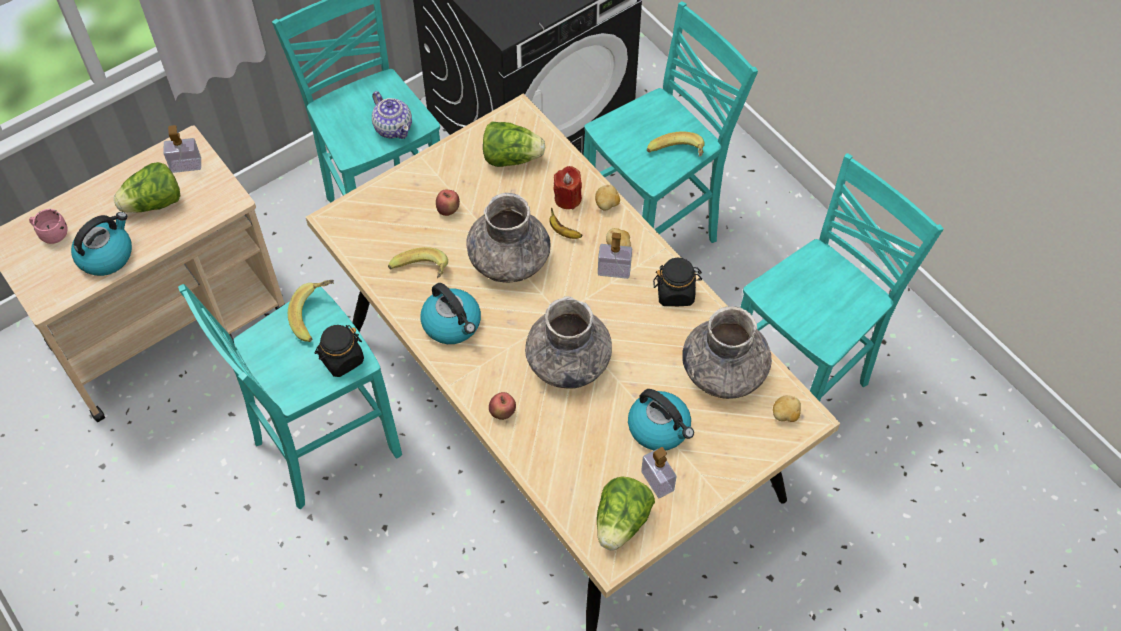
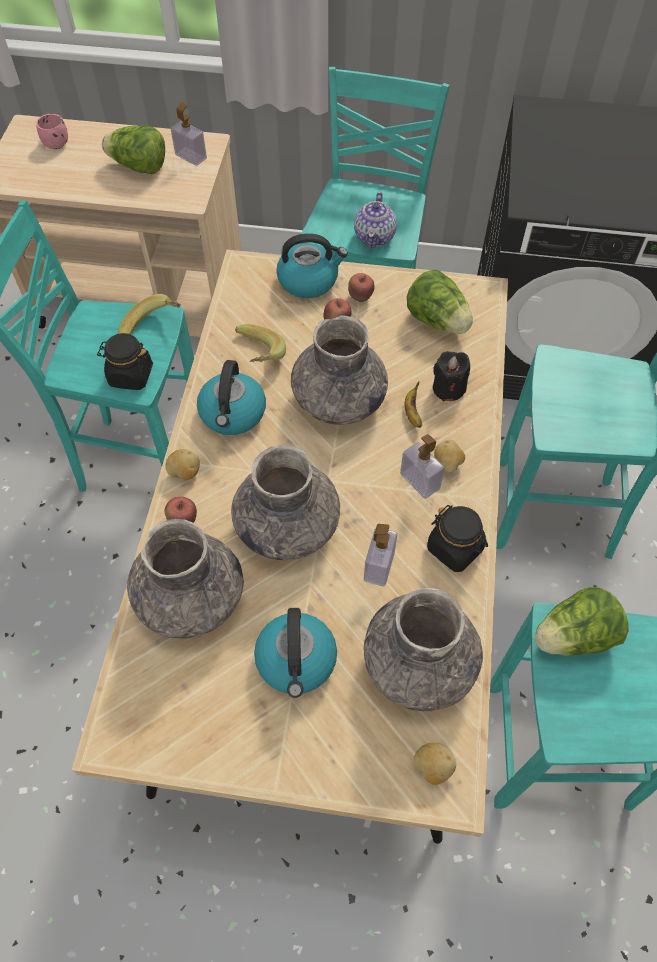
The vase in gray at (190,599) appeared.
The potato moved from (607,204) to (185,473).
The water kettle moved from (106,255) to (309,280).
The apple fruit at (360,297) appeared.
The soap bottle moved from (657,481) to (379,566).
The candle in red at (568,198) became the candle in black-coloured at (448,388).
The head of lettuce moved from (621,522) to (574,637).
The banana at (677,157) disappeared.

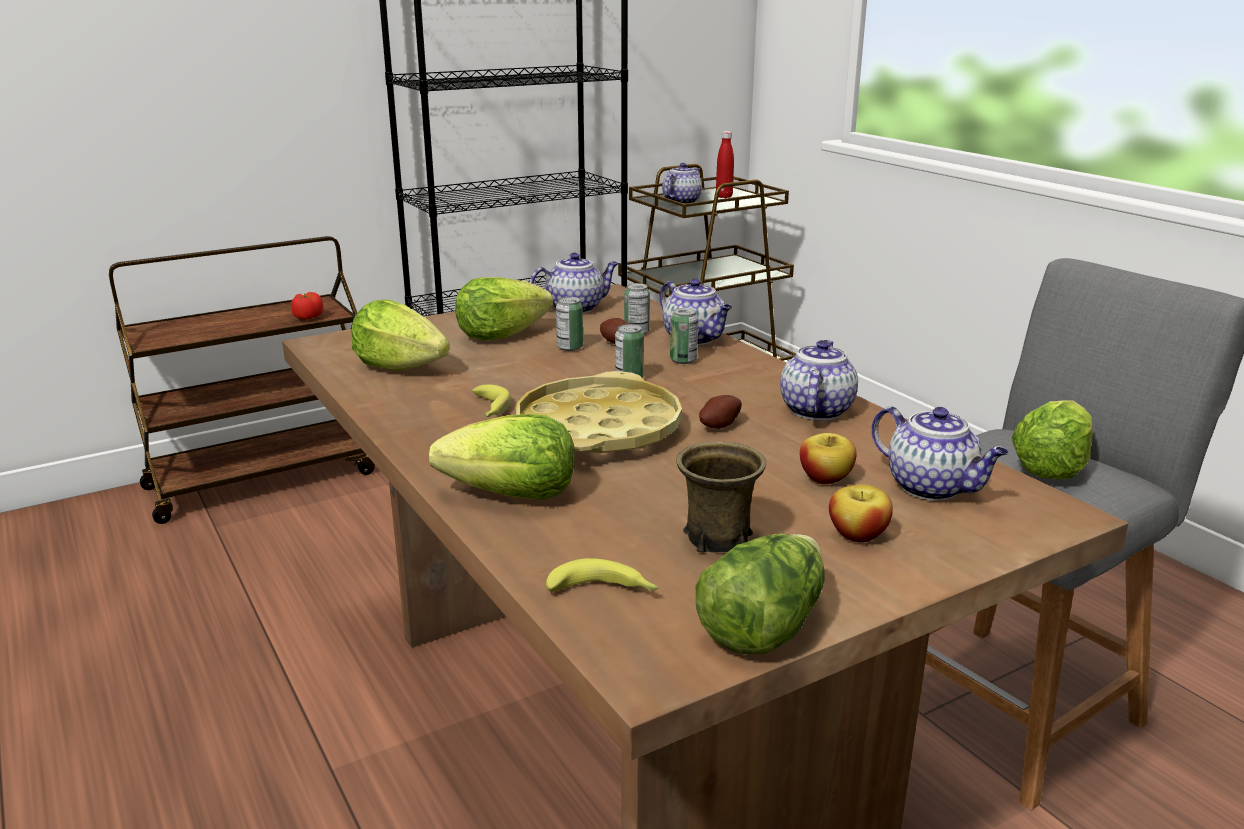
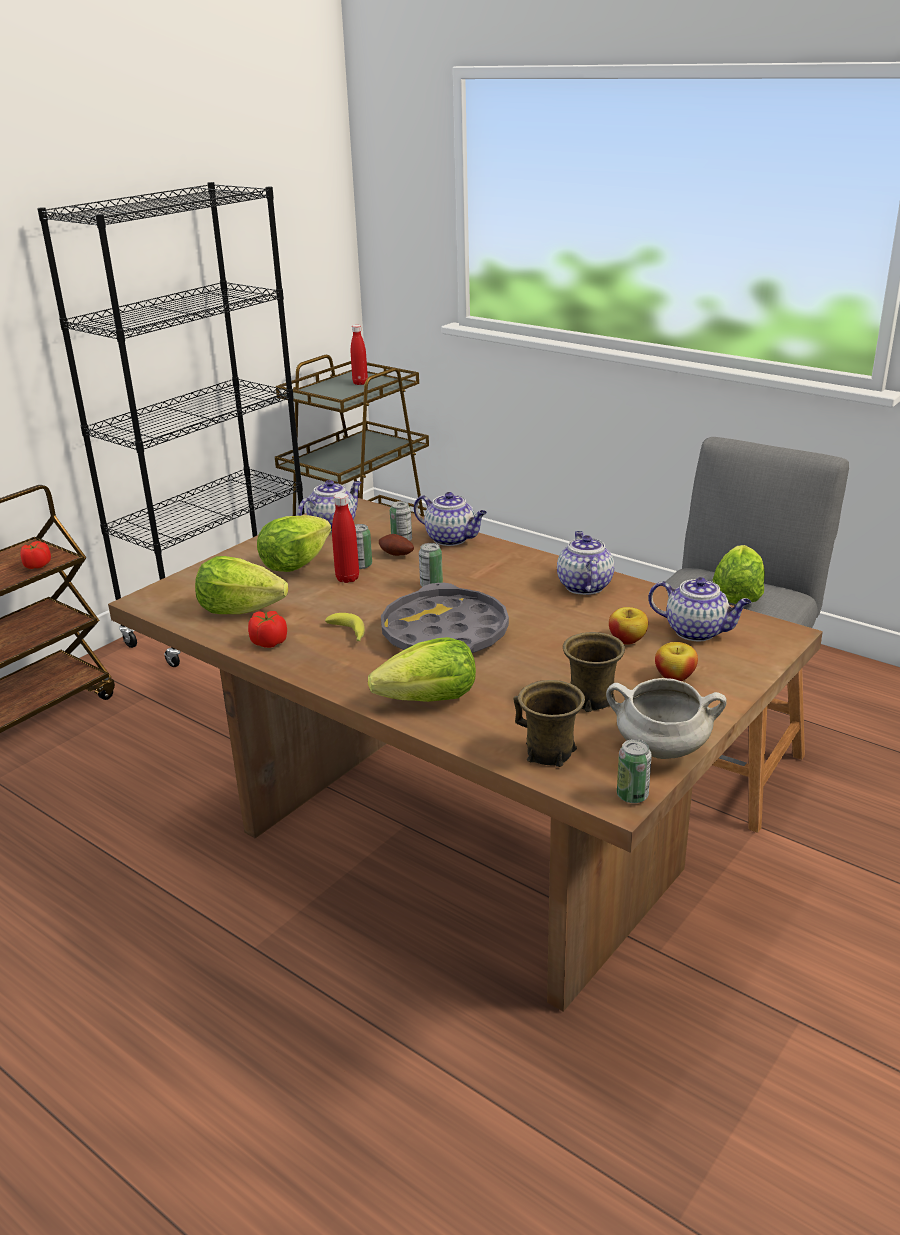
The tomato at (269,642) appeared.
The bottle in red at (347,578) appeared.
The serving tray in yellowish at (598,429) became the serving tray in gray at (444,634).
The banana at (604,591) was replaced by the coffee mug in brownish at (549,753).
The head of lettuce at (763,624) was replaced by the saucepot in white at (660,750).
The metal can moved from (683,360) to (632,796).
The teapot at (681,202) disappeared.
The potato at (718,425) disappeared.

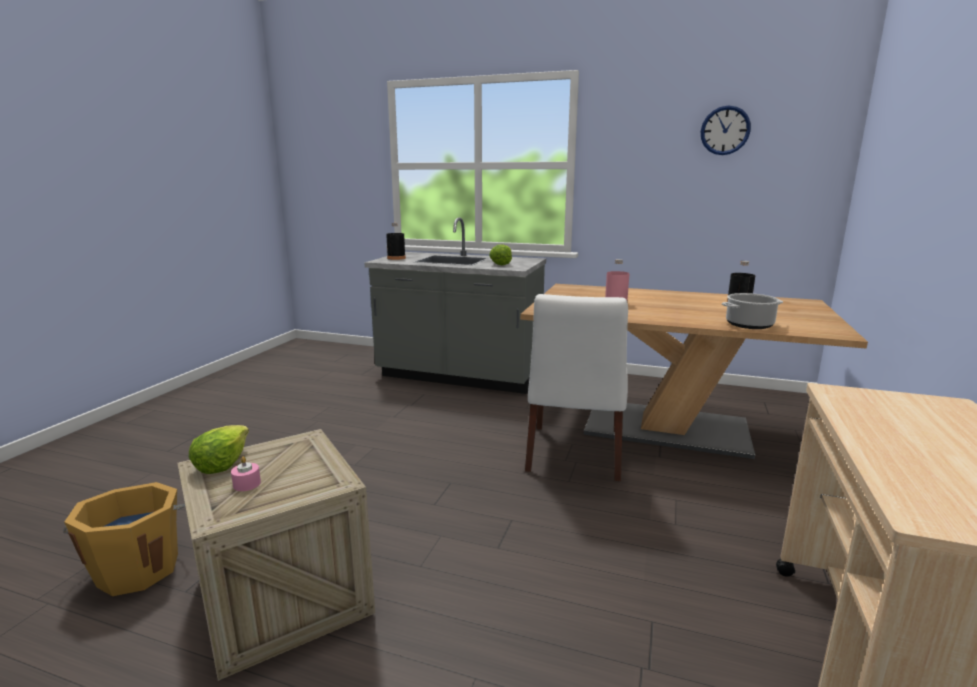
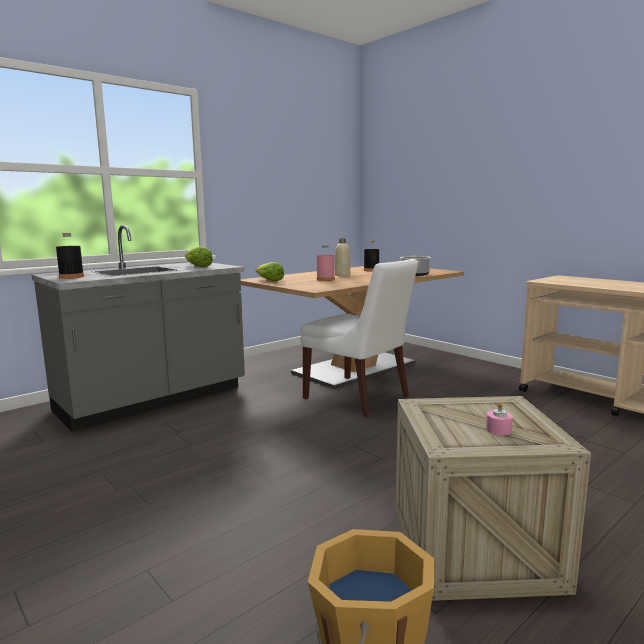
The head of lettuce moved from (222,463) to (269,280).
The bottle in sand-coloured at (342,275) appeared.
The wall clock at (725,130) disappeared.

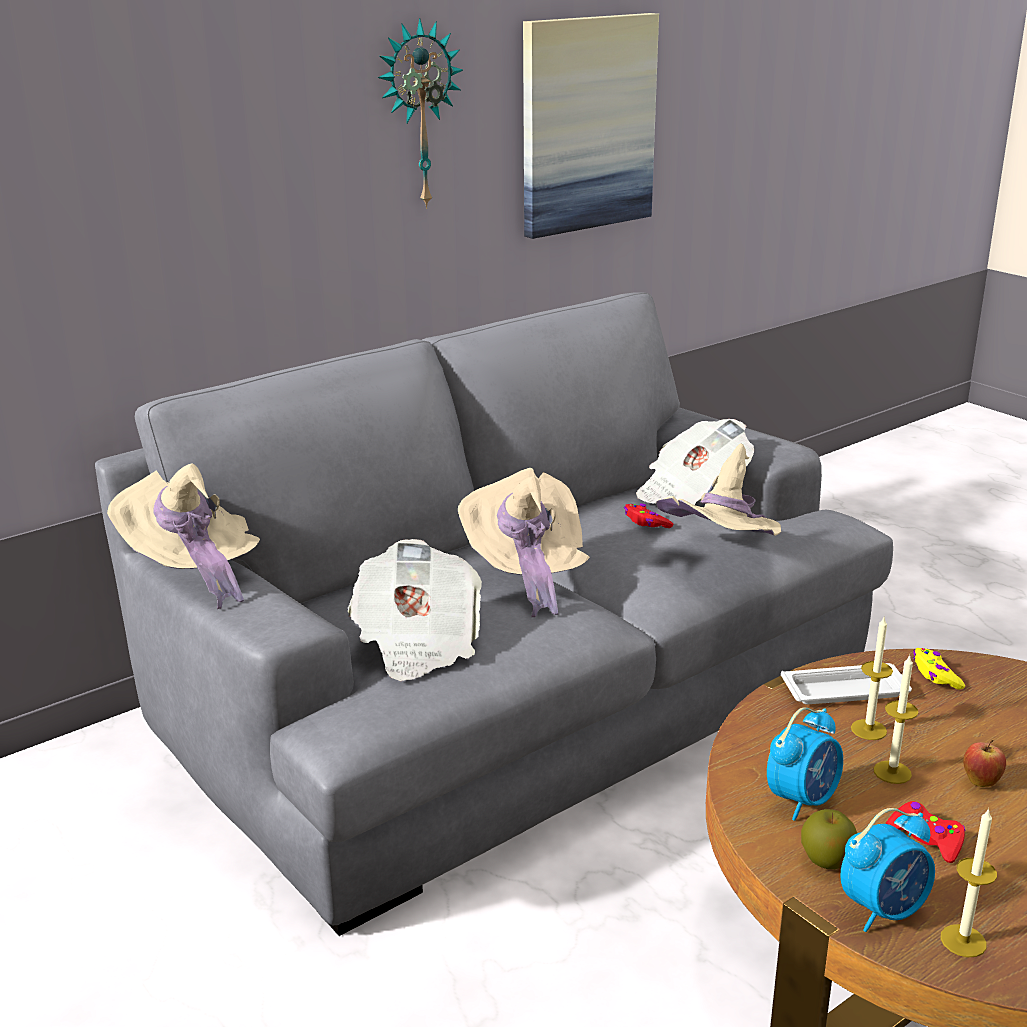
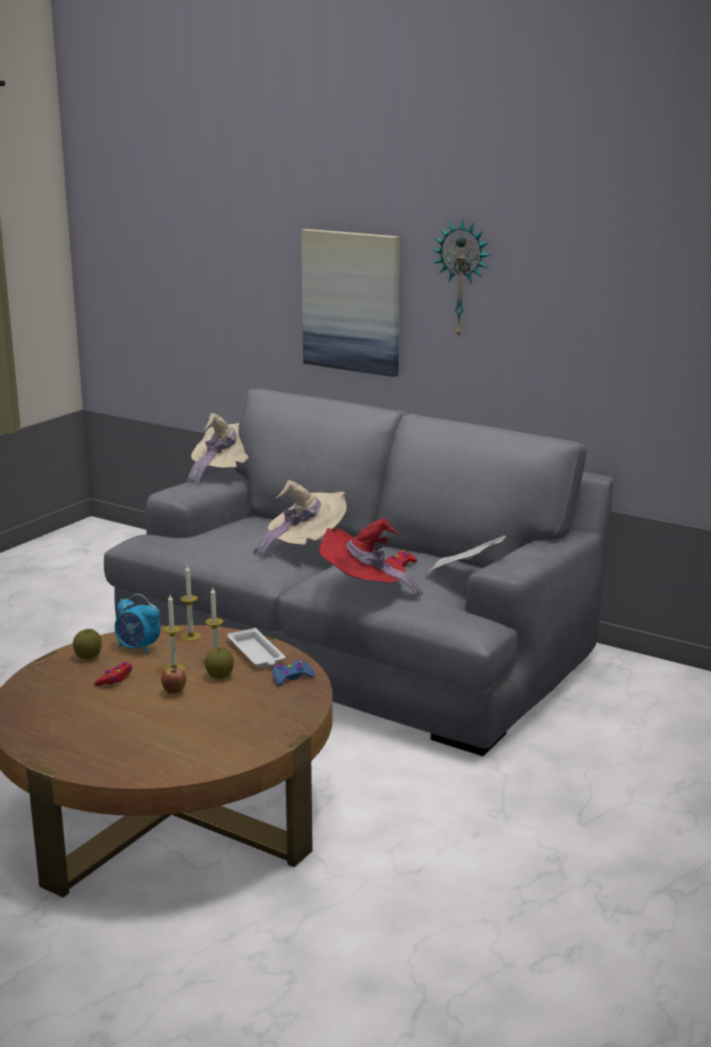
The candle moved from (963,941) to (191,636).
The apple fruit at (220,676) appeared.
The game controller in yellowish at (935,675) became the game controller in blue-coloured at (291,678).
The picture moved from (587,124) to (352,301).
The hat in sand-coloured at (722,559) became the hat in red at (365,590).
The daily paper at (417,642) disappeared.
The alarm clock at (884,909) disappeared.

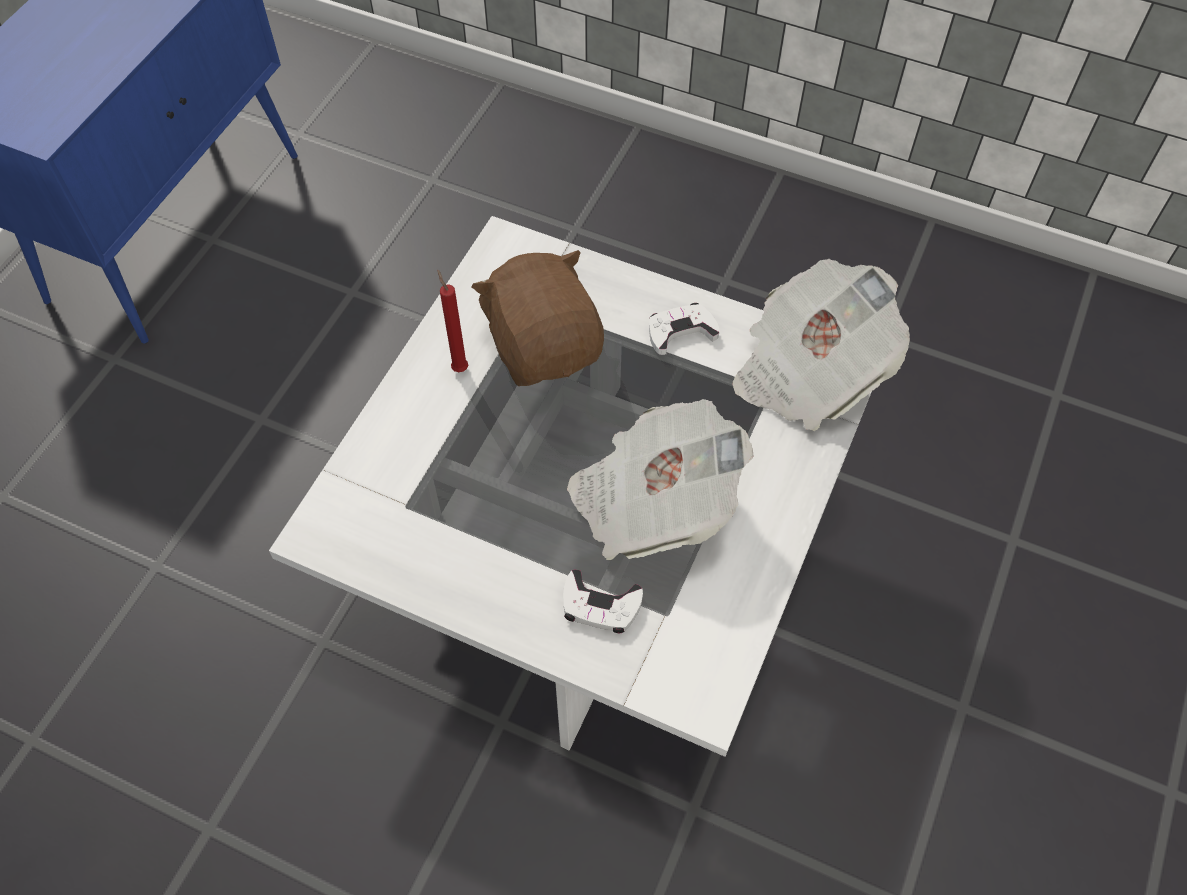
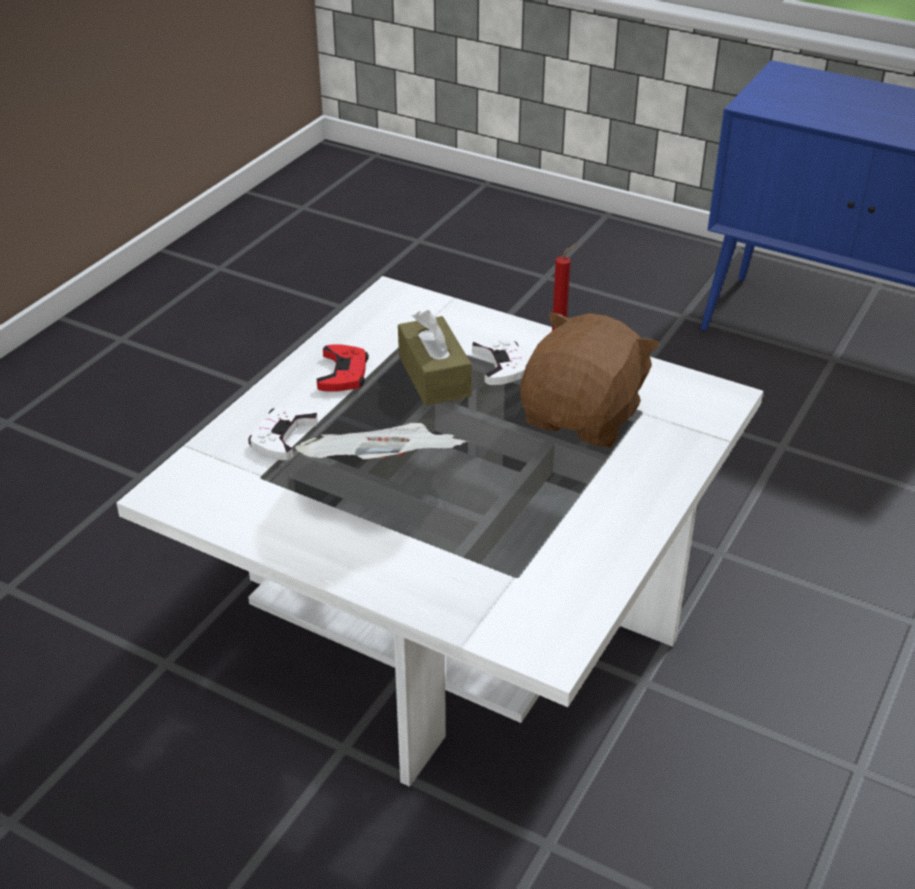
The game controller in red at (343,373) appeared.
The tissue box in brownish at (434,376) appeared.
The game controller in white moved from (681,331) to (500,366).
The plush toy in brownish at (544,346) turned 45 degrees counterclockwise.
The daily paper at (809,370) disappeared.

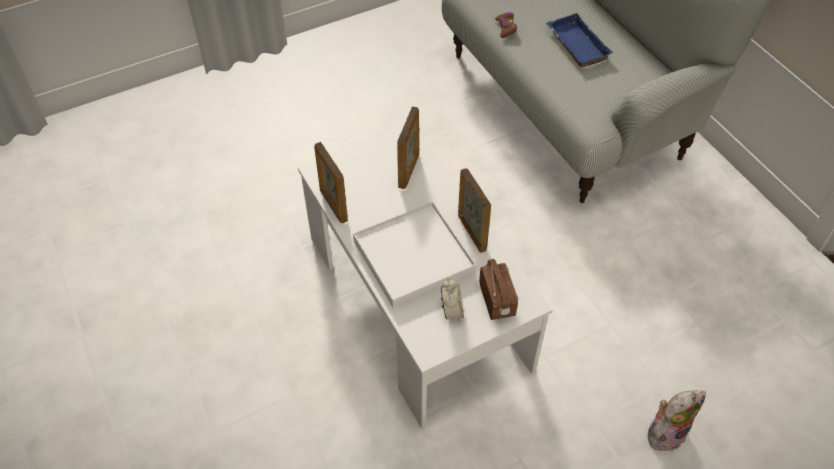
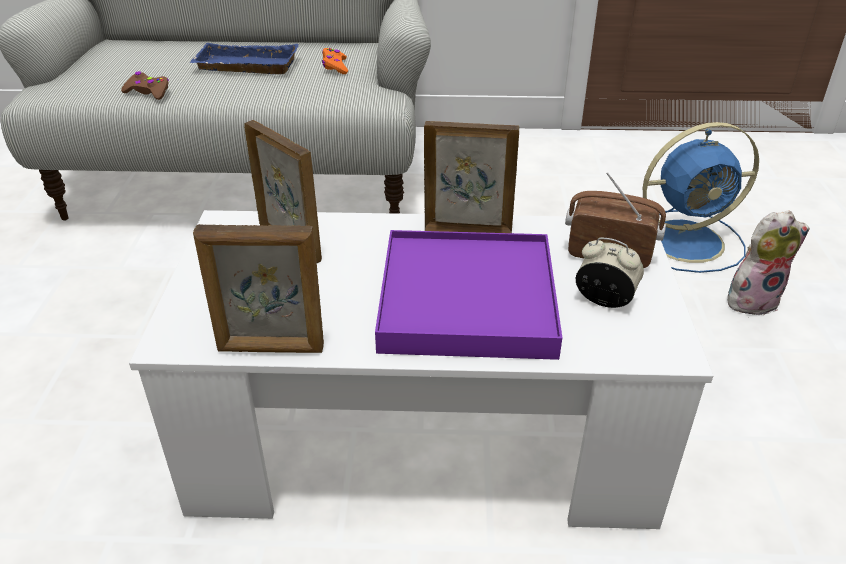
The game controller in orange at (335,66) appeared.
The serving tray in white at (413,256) became the serving tray in purple at (466,299).
The electric fan in blue-coloured at (688,241) appeared.
The plush toy at (666,432) turned 75 degrees clockwise.

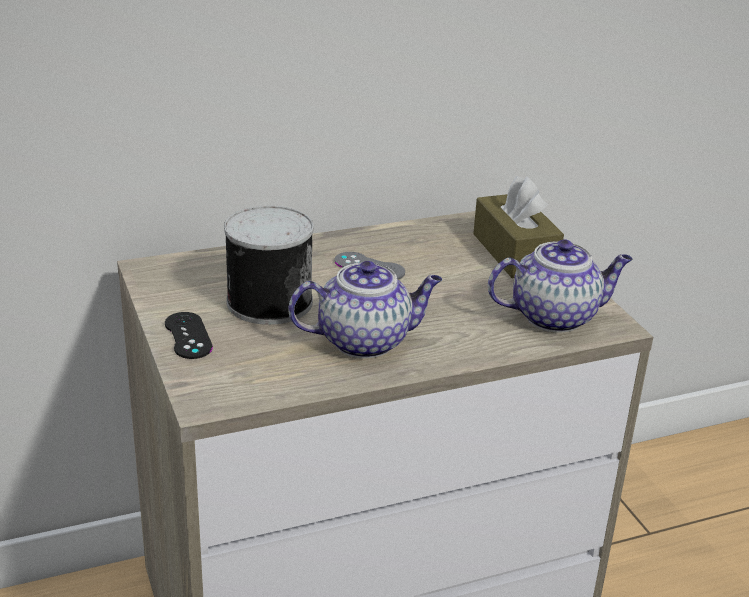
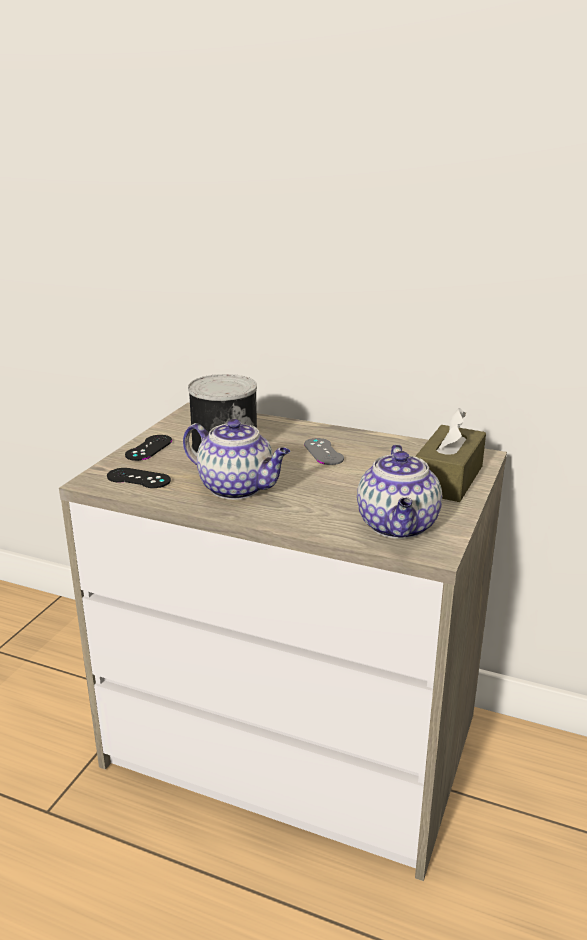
The game controller in black-coloured at (138,478) appeared.
The teapot at (555,316) turned 60 degrees clockwise.

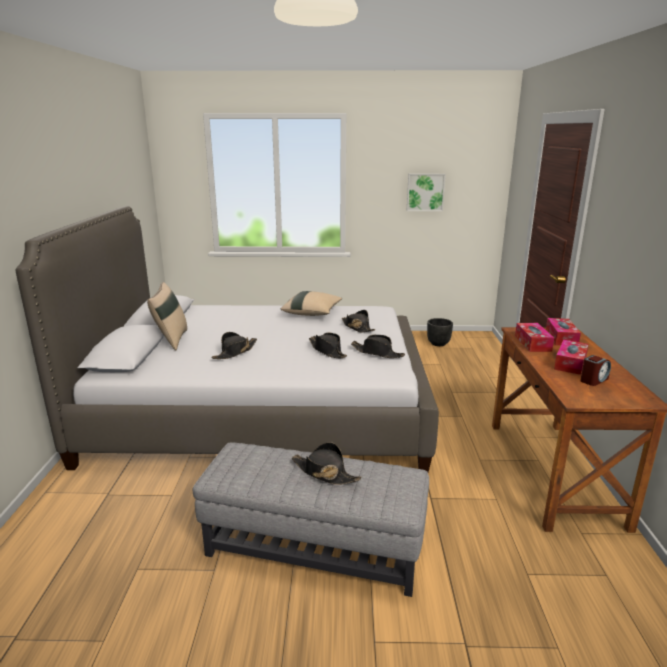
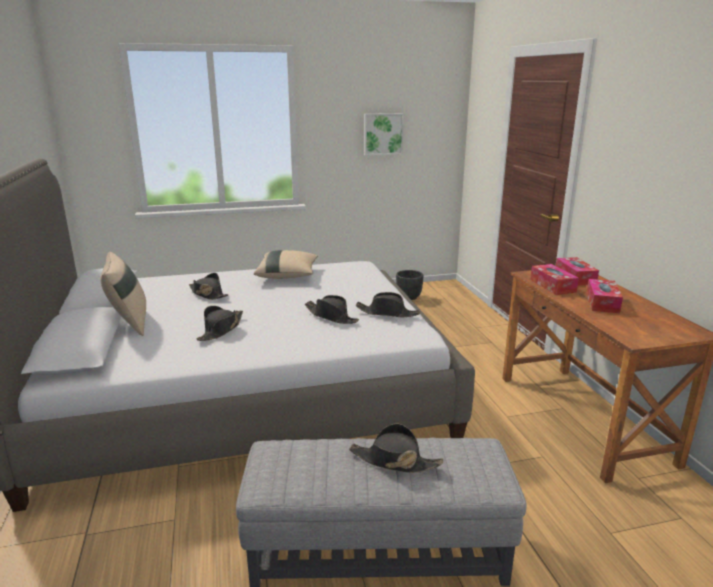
The hat in black-coloured moved from (357,327) to (208,294).
The alarm clock at (593,380) disappeared.

